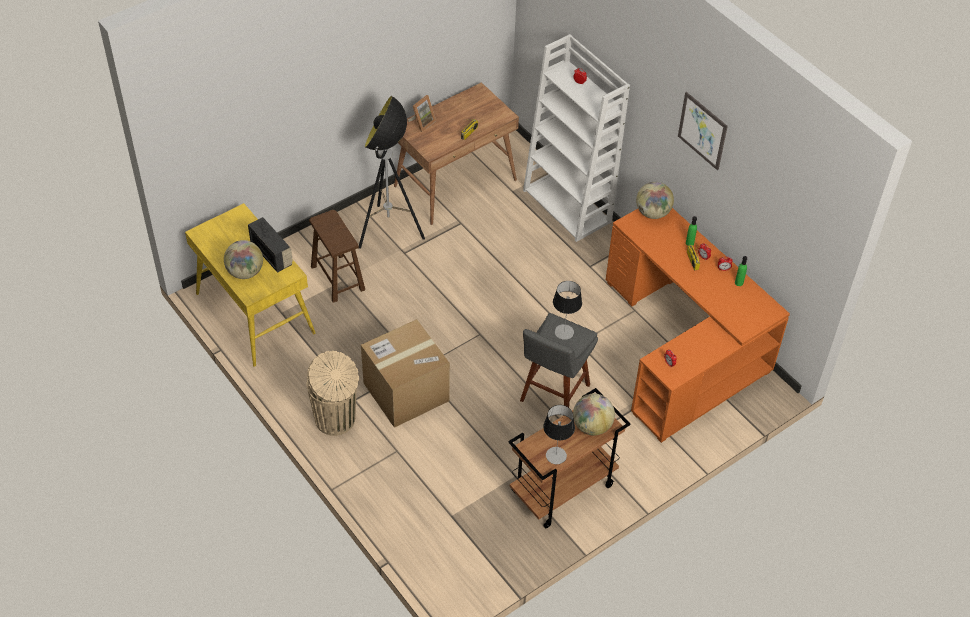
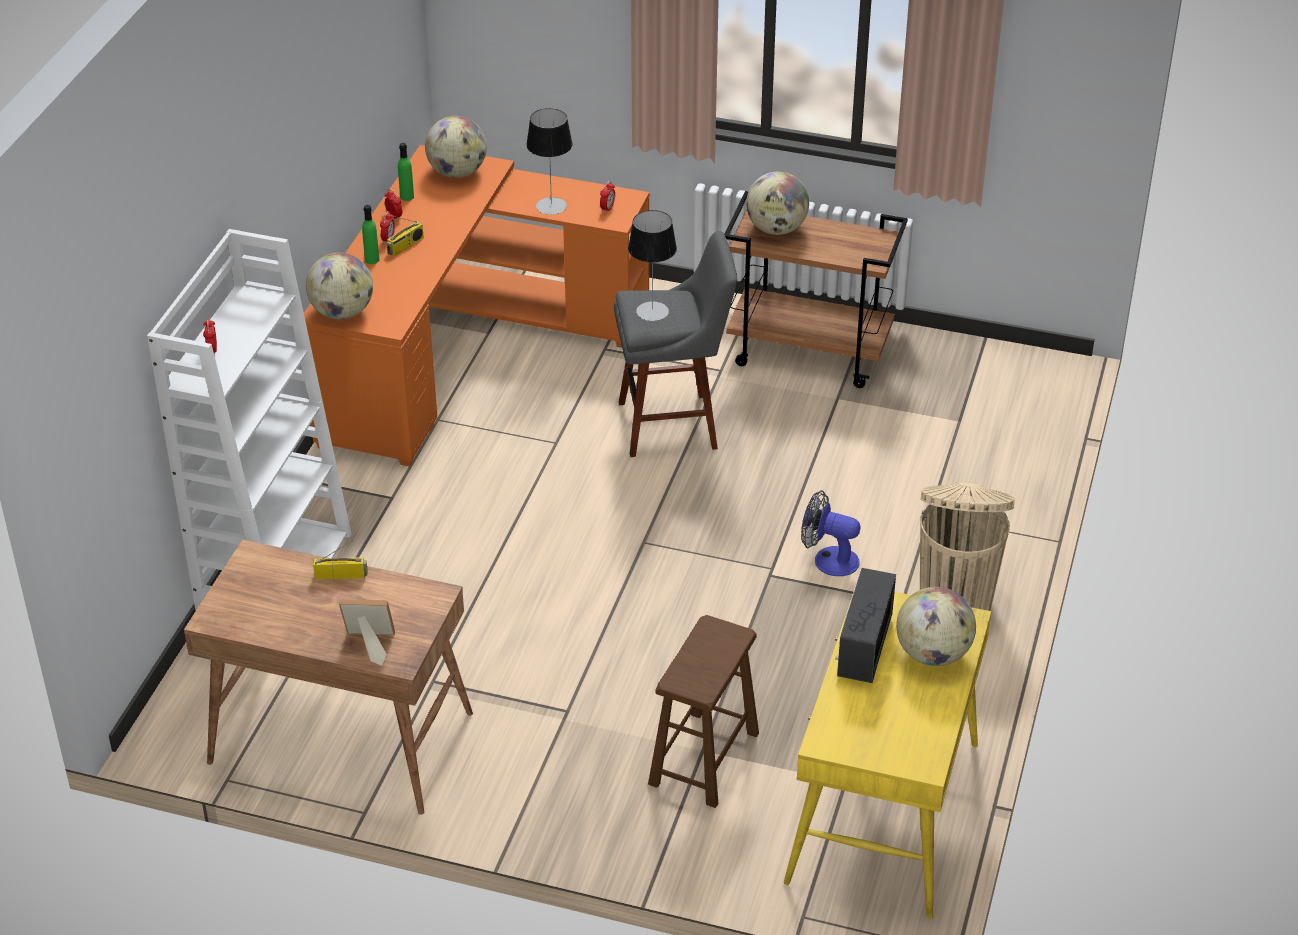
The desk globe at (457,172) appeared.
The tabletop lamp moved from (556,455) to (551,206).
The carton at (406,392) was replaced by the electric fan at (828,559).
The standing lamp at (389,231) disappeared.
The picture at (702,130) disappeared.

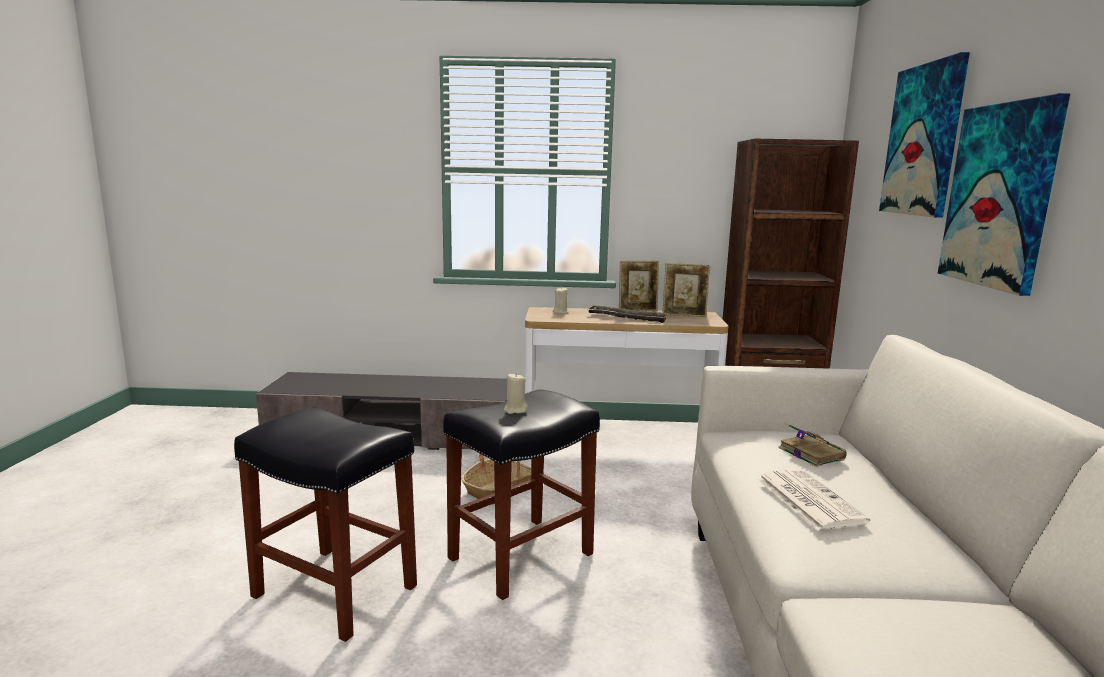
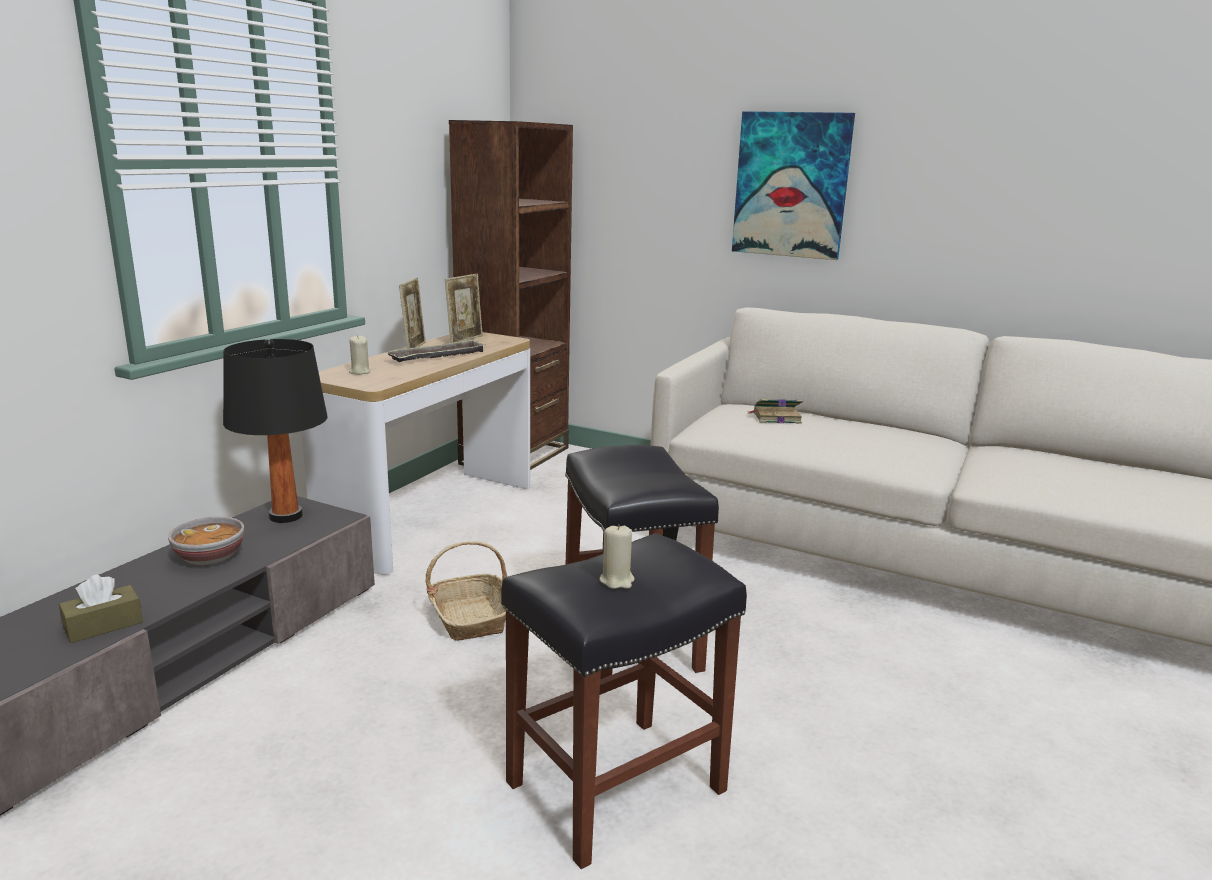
The tissue box in brownish at (103,625) appeared.
The serving bowl at (210,558) appeared.
The tabletop lamp in black-coloured at (286,516) appeared.
The candle in sand-coloured moved from (515,410) to (617,580).
The daily paper at (807,499) disappeared.
The picture at (923,140) disappeared.

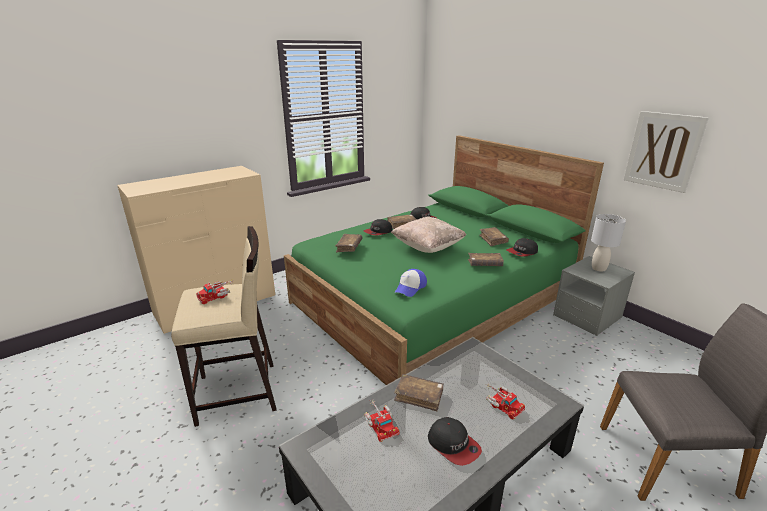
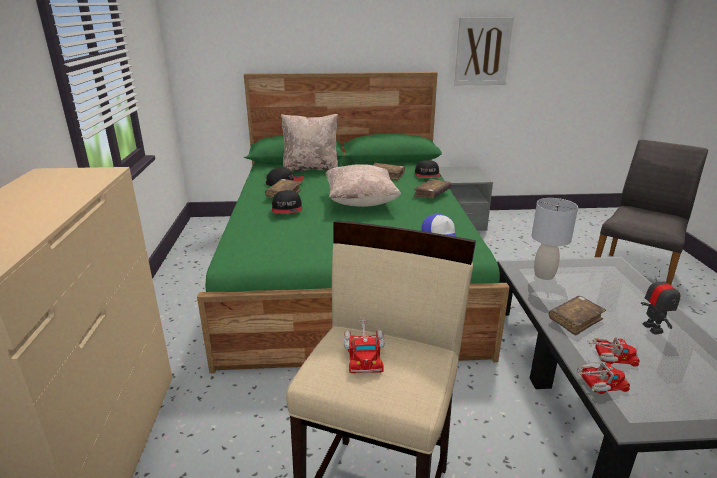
The cushion in sand-coloured at (311,168) appeared.
The tabletop lamp in gray moved from (598,268) to (544,275).
The toy truck moved from (502,404) to (598,384).
The peaked cap at (453,445) was replaced by the toy robot at (652,328).
The bound book in brownish at (349,247) disappeared.

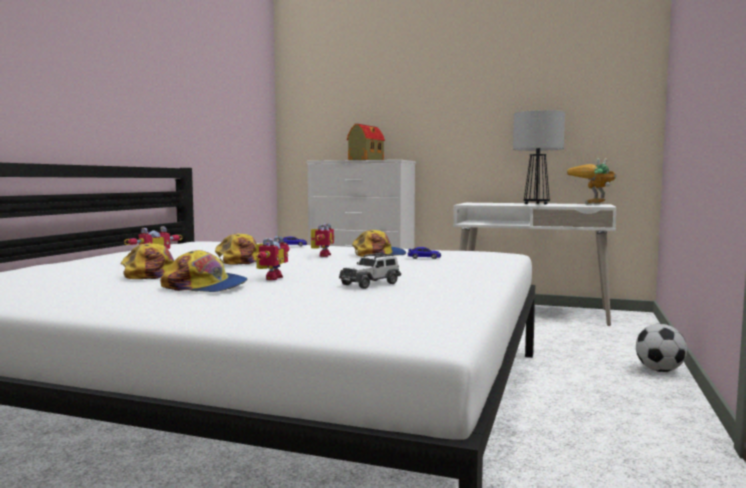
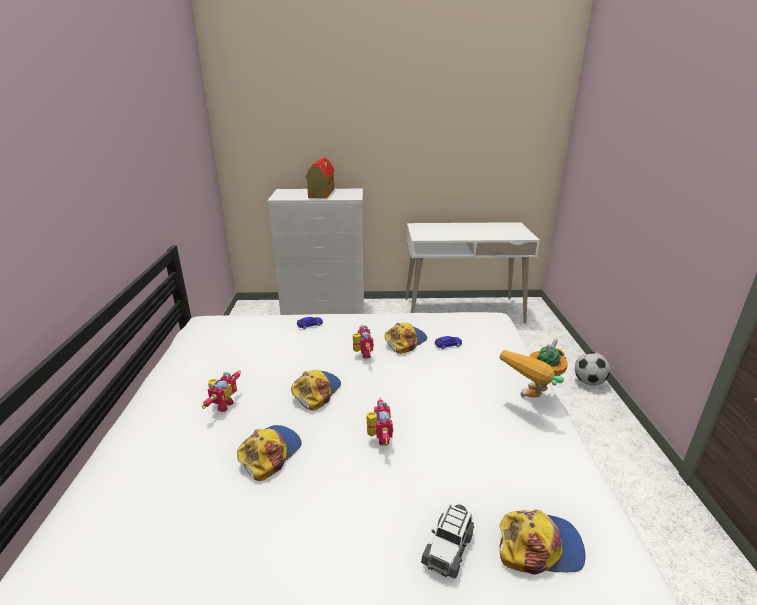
The miniature car moved from (371,284) to (448,548).
The peaked cap moved from (206,286) to (539,546).
The toy robot moved from (592,204) to (533,401).
The tabletop lamp at (536,204) disappeared.

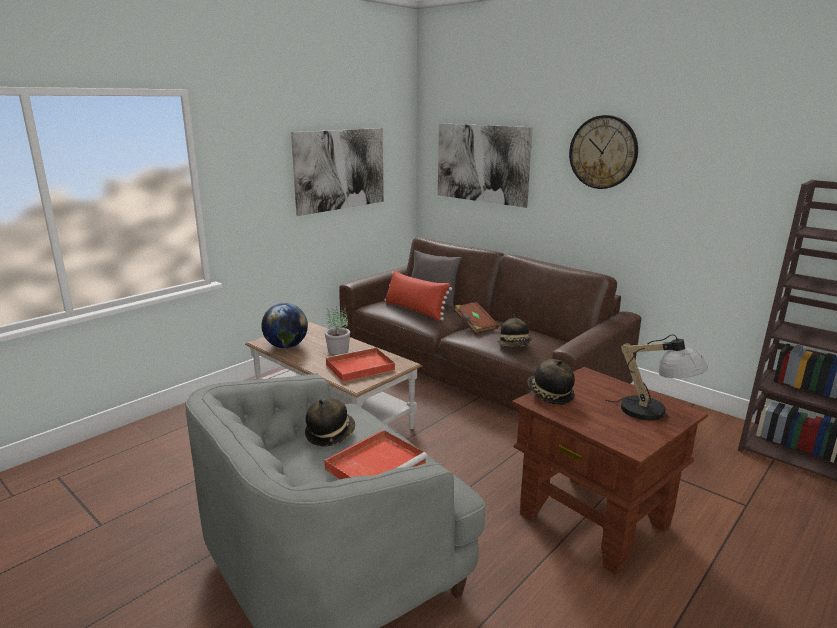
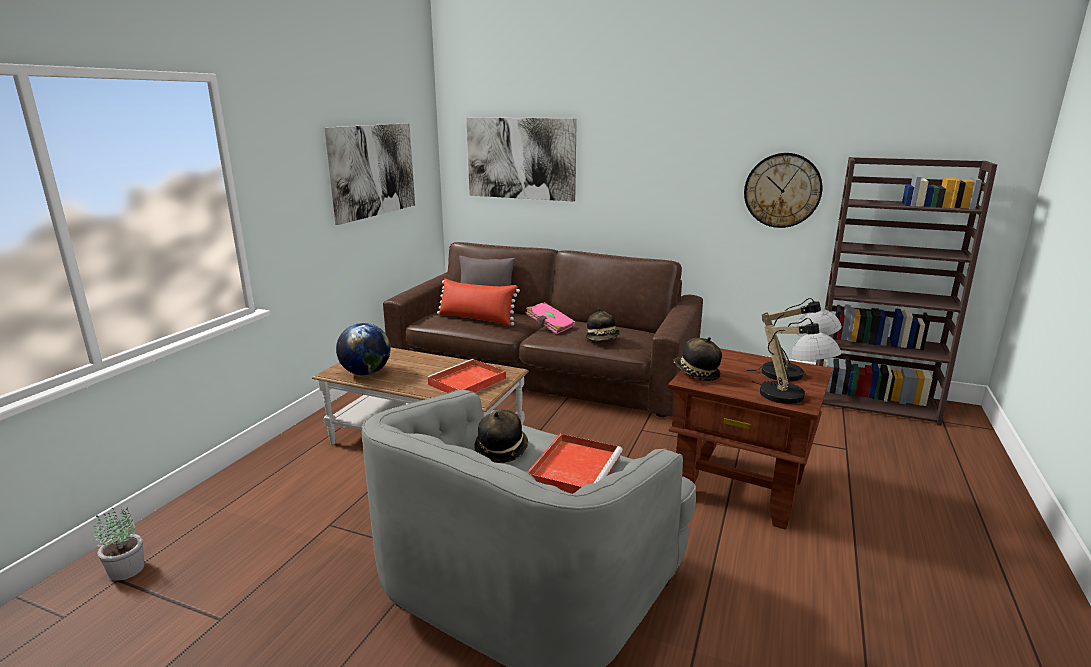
The houseplant moved from (338,350) to (127,569).
The bound book in brownish at (475,326) became the bound book in pink at (549,326).
The wall clock moved from (603,152) to (782,190).
The tabletop lamp at (792,399) appeared.

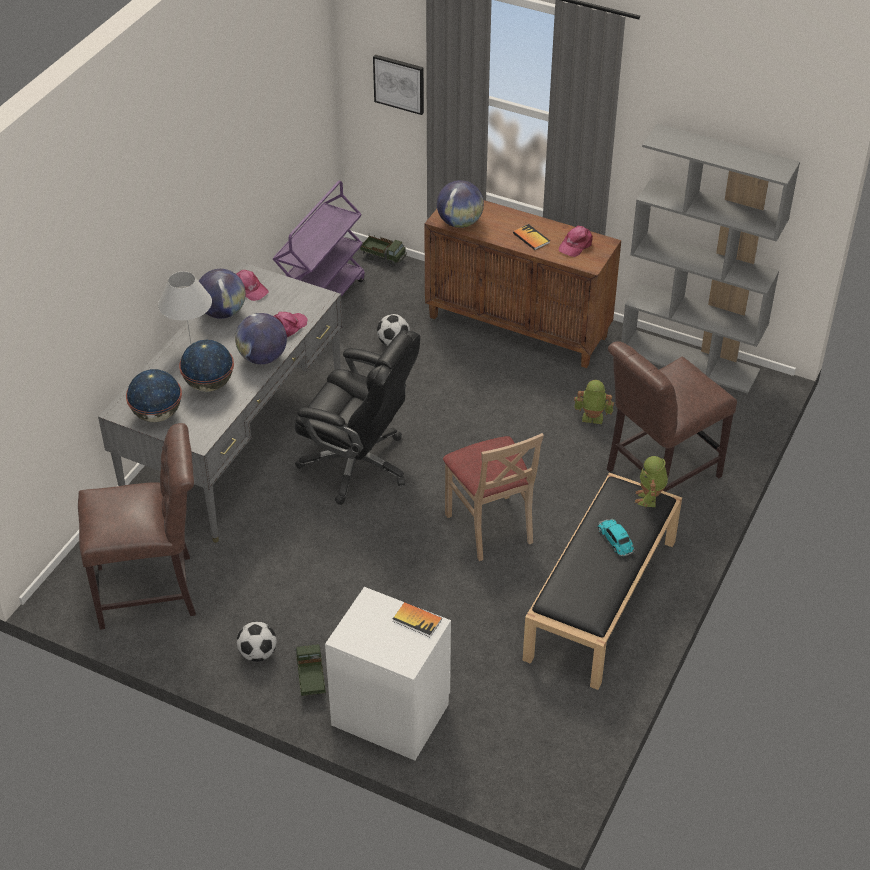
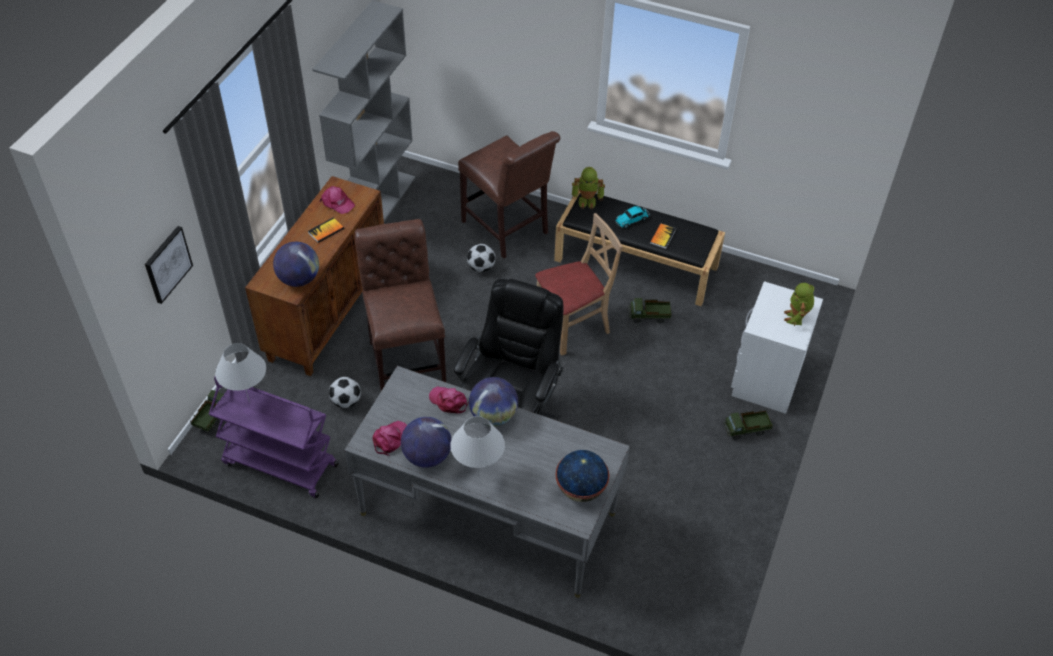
The tabletop lamp in white at (249,402) appeared.
The plain chair in brownish moved from (153,591) to (407,359).
The football ball moved from (258,654) to (481,267).
The toy truck at (649,317) appeared.
The bound book moved from (417,620) to (662,236).
The toy robot moved from (592,419) to (796,317).
The desk globe at (209,384) disappeared.

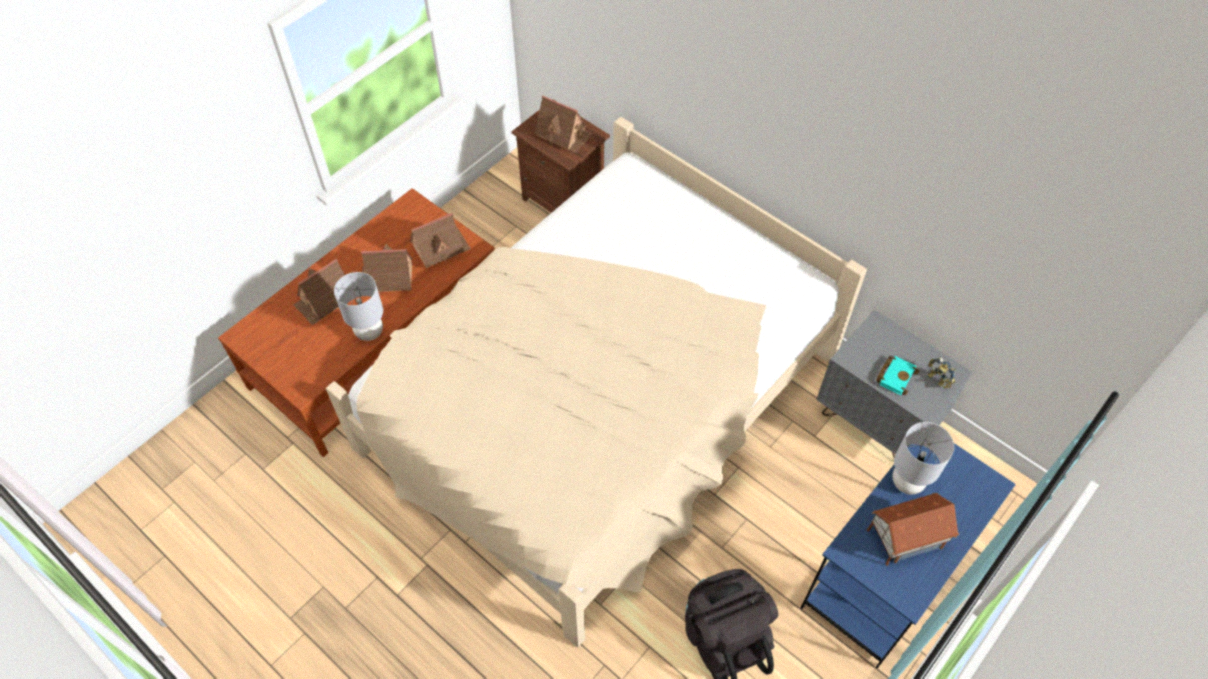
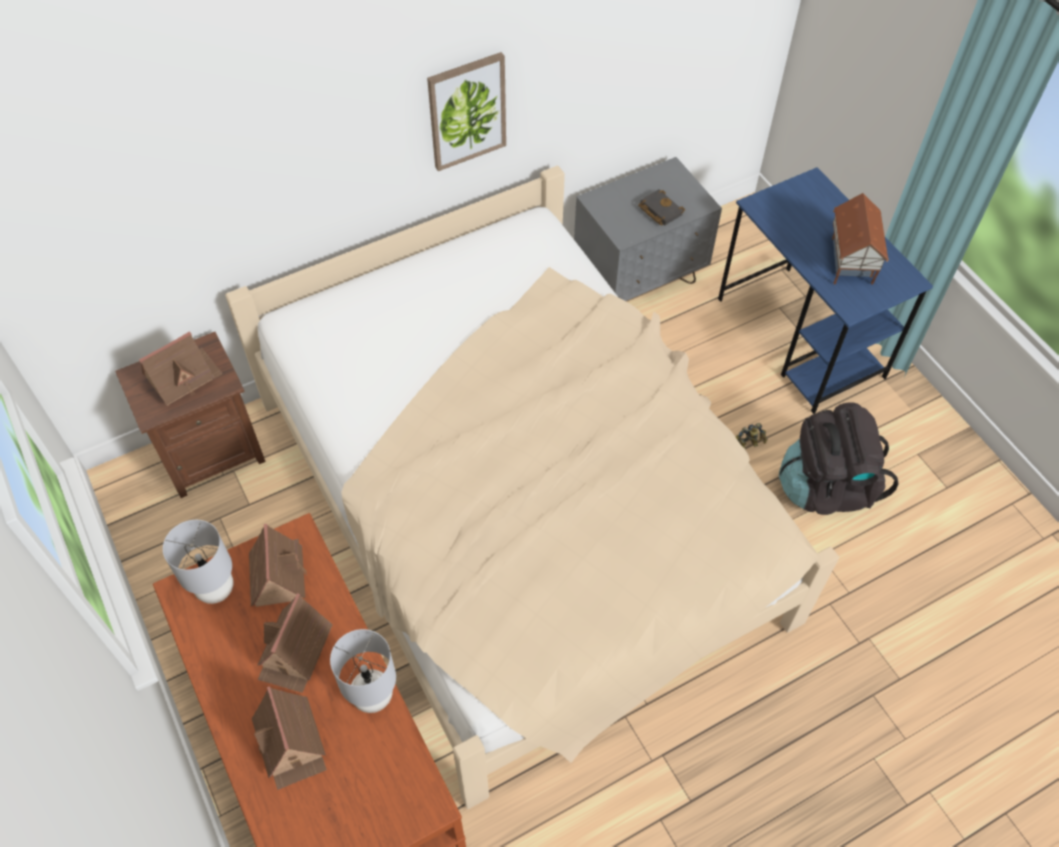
The tabletop lamp in gray moved from (906,482) to (215,590).
The picture at (467,111) appeared.
The bound book in turquoise-coloured at (895,375) became the bound book in black-coloured at (659,210).
The toy robot moved from (936,380) to (749,445).

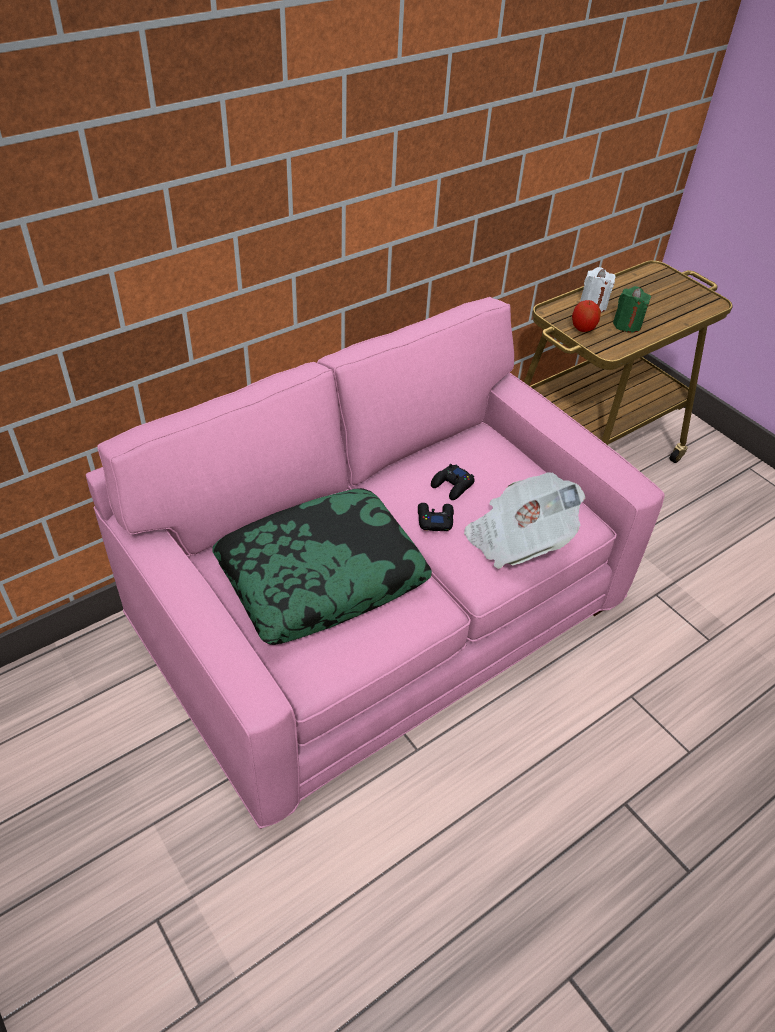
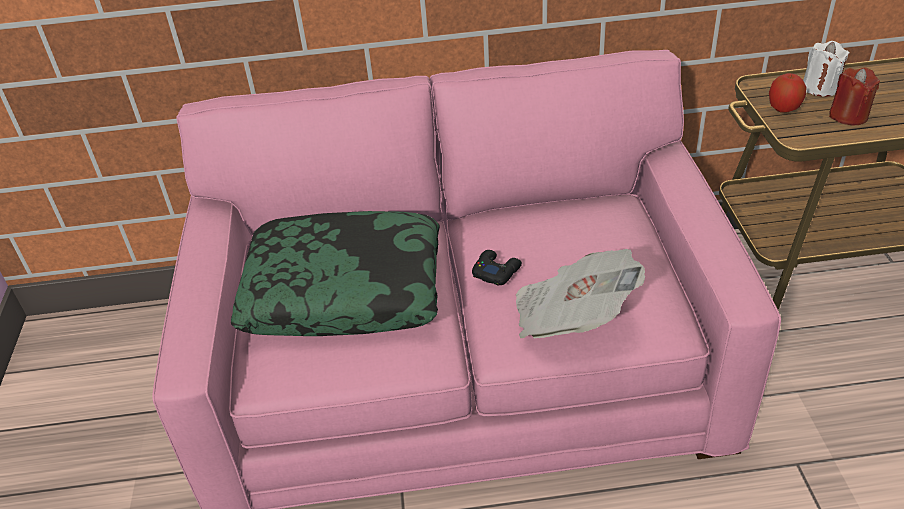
The candle in green at (627,325) became the candle in red at (848,116).
The game controller in black-coloured at (452,486) disappeared.

